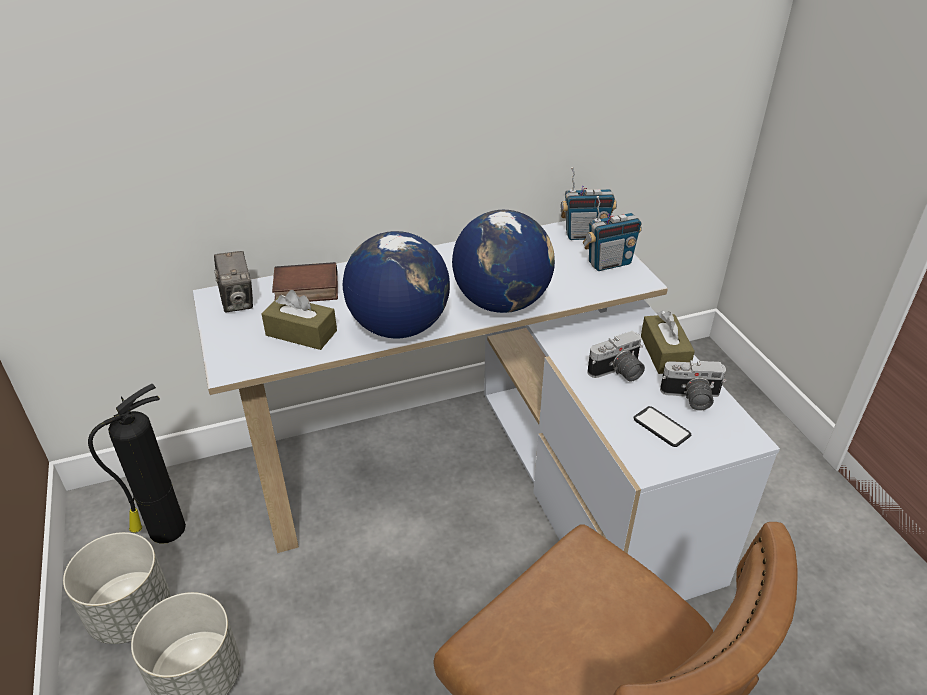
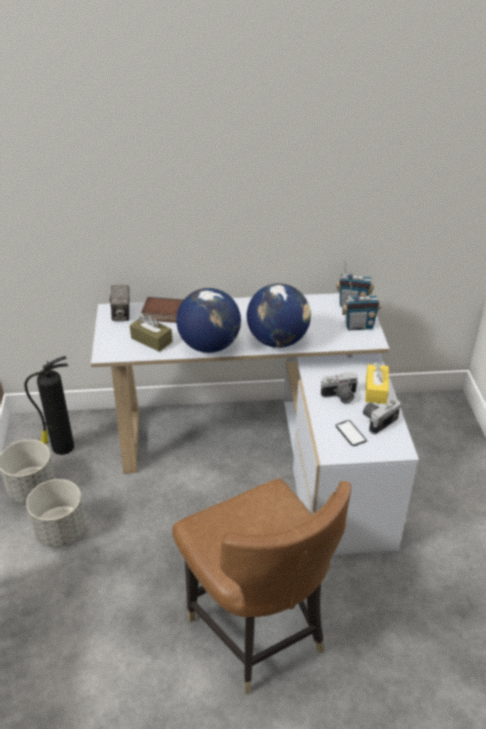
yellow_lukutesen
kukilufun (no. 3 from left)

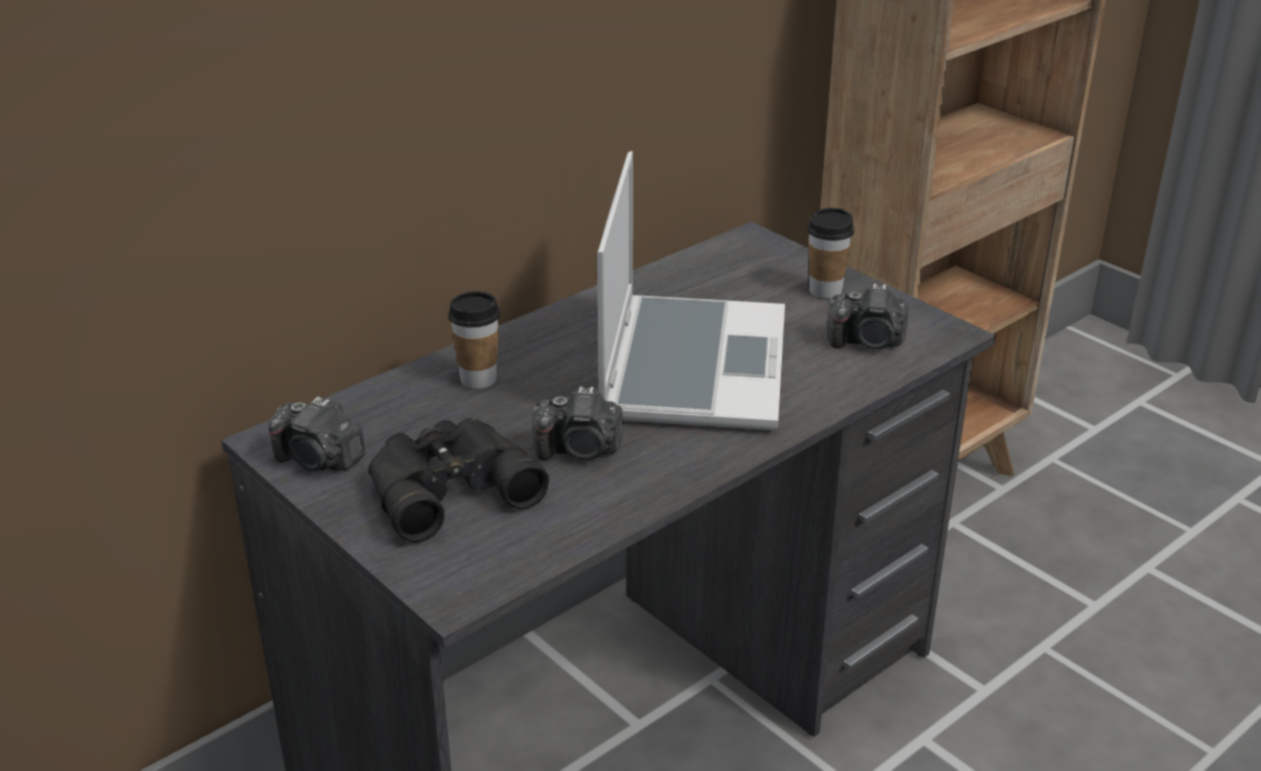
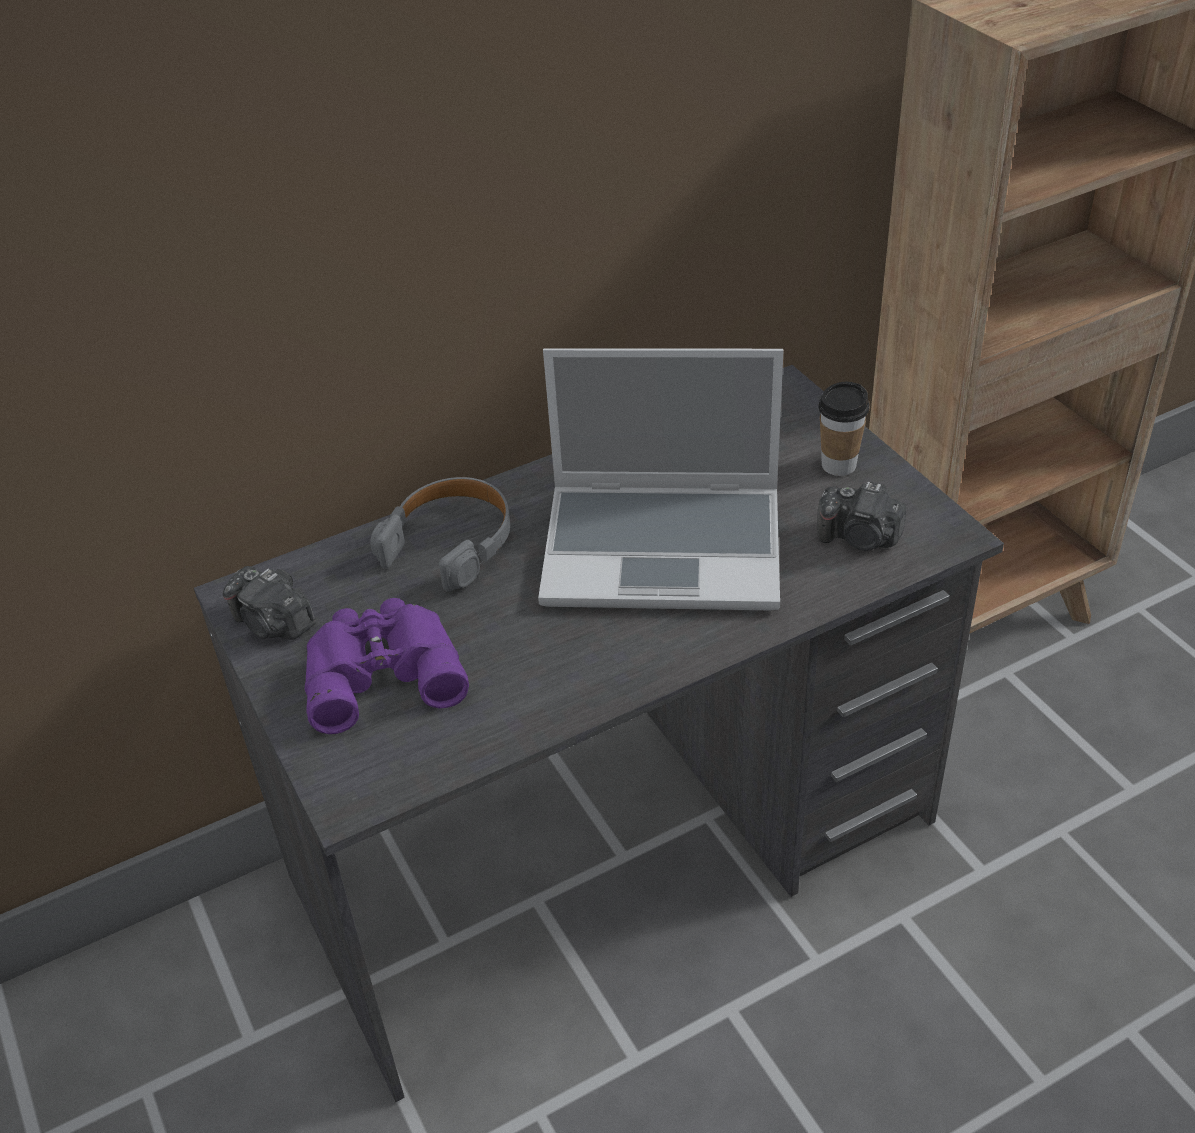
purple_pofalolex
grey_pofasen
kukilufun (no. 2 from left in the first image)
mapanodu

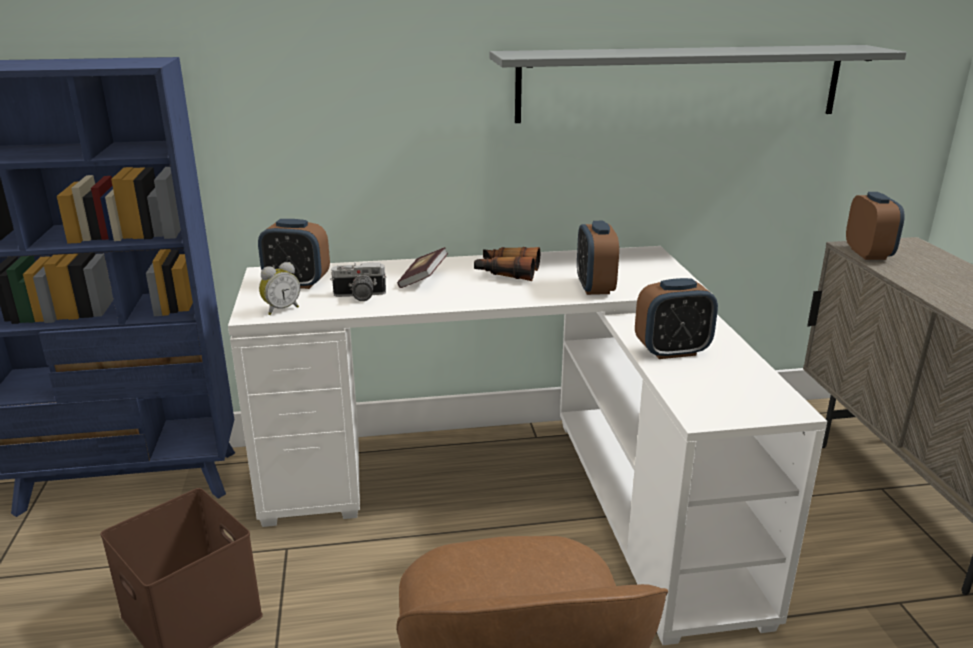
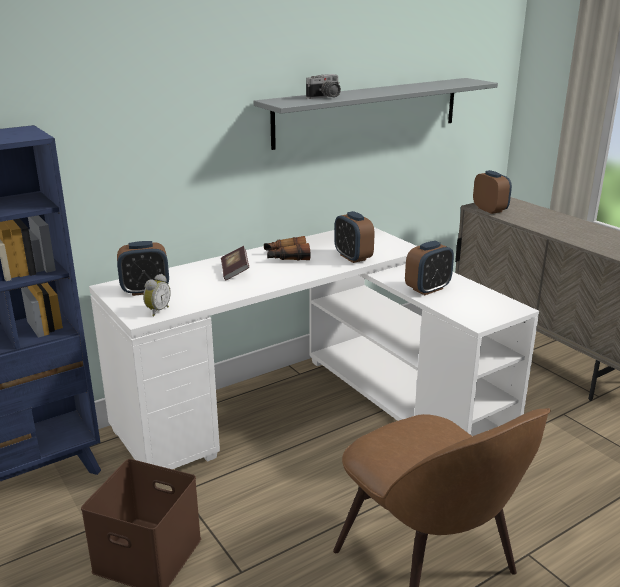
kukilufun

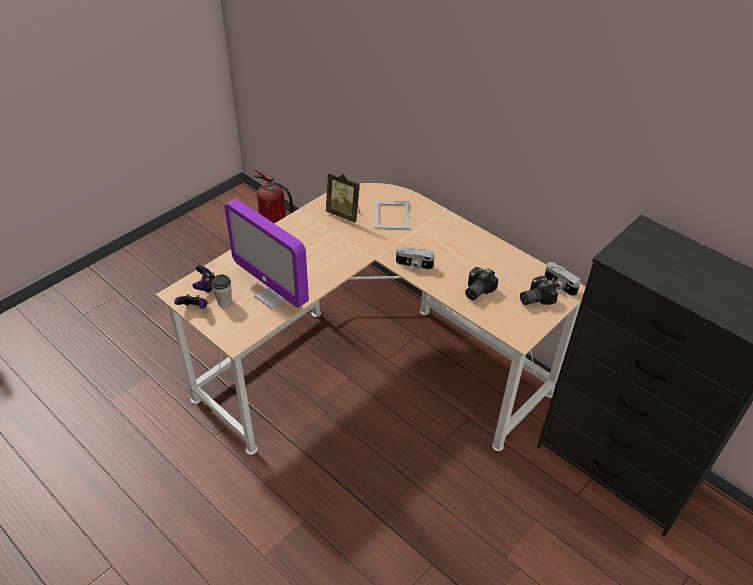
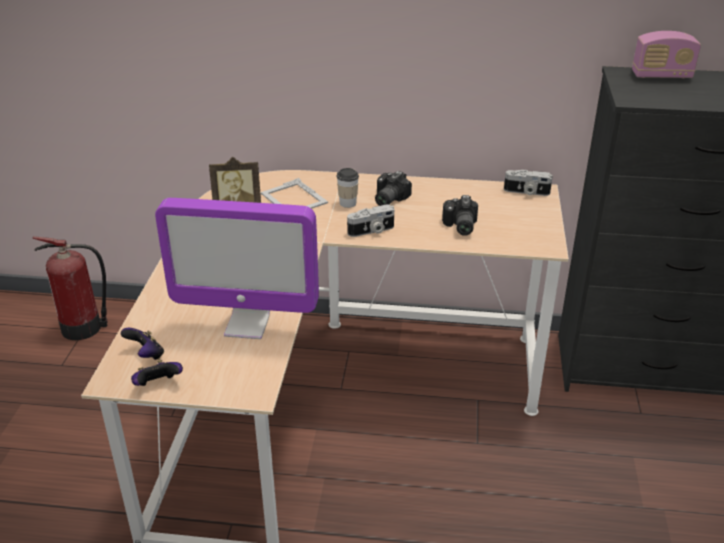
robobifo
kukilufun (no. 2 from left)
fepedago

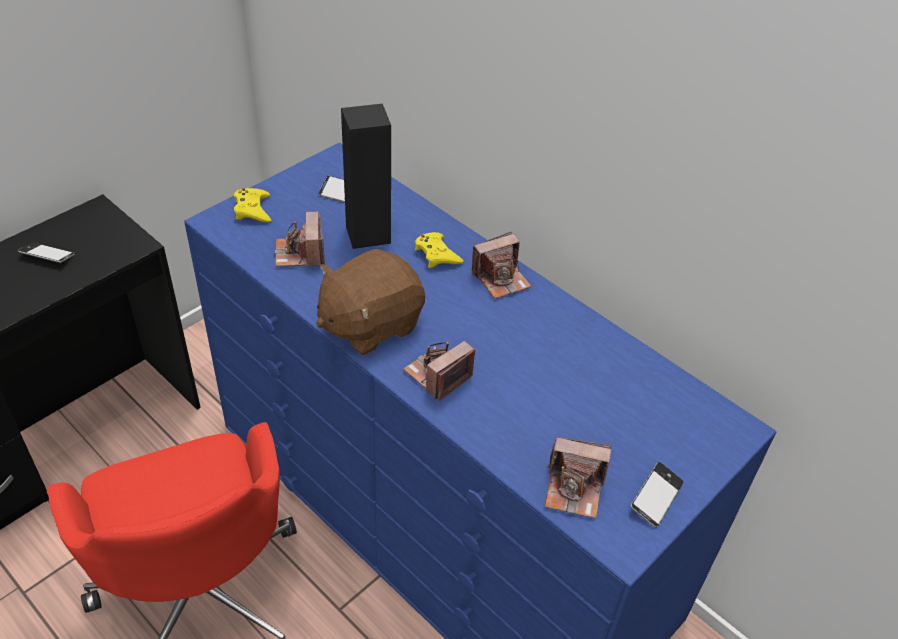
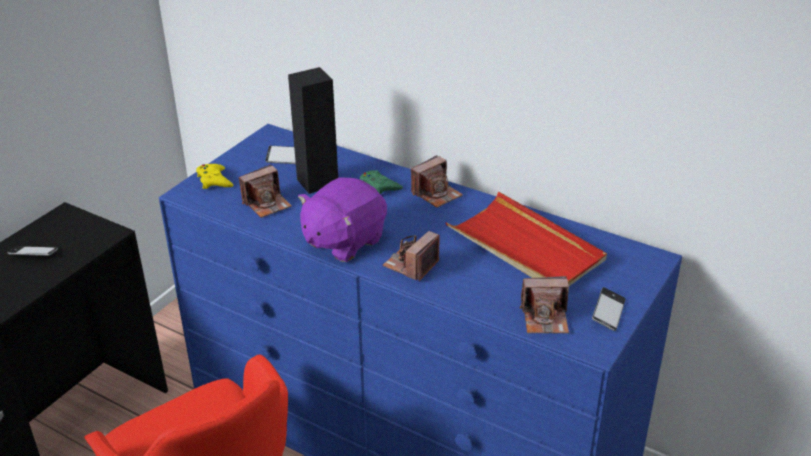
kukilufun (no. 1 from left)
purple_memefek
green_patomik
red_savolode

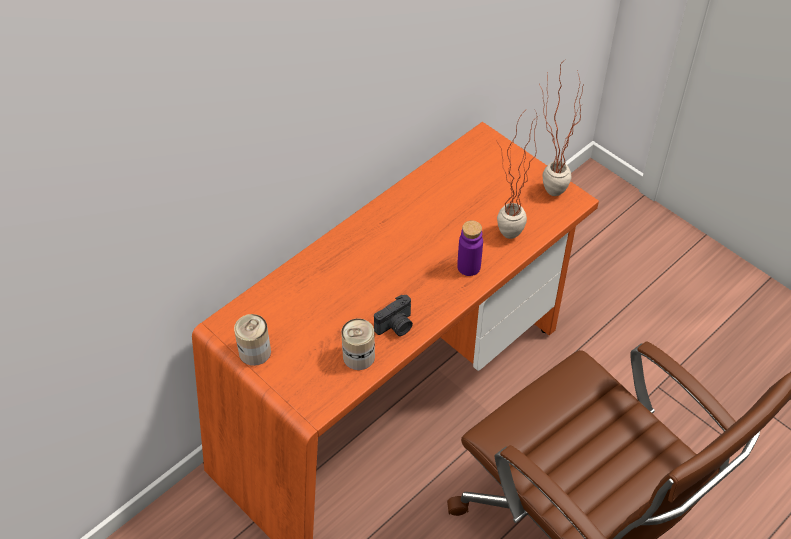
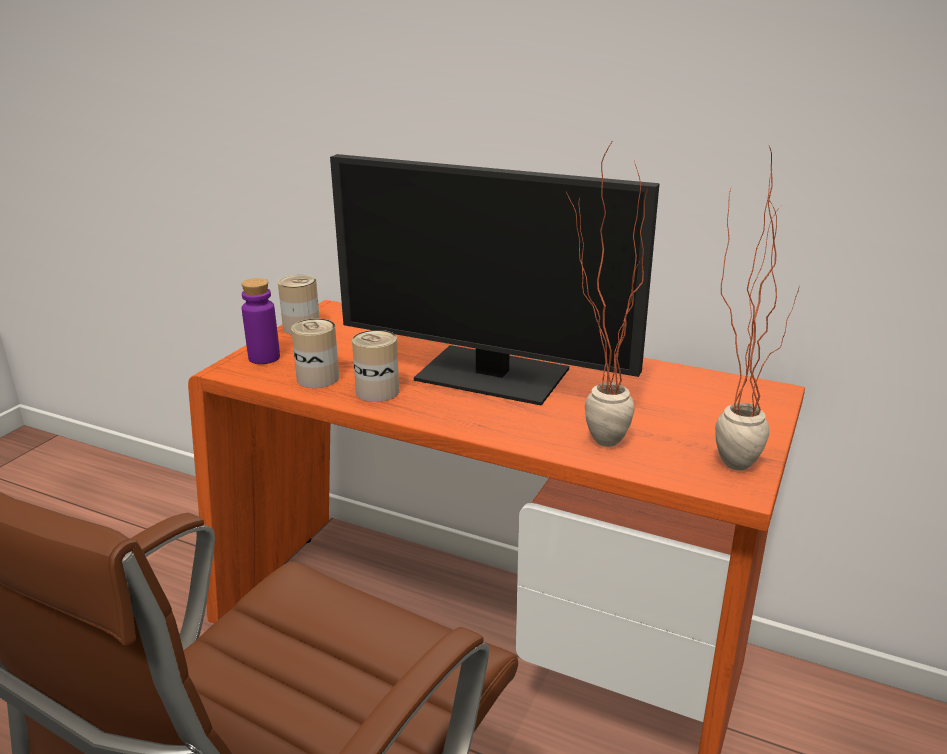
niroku (no. 3 from left)
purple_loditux
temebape

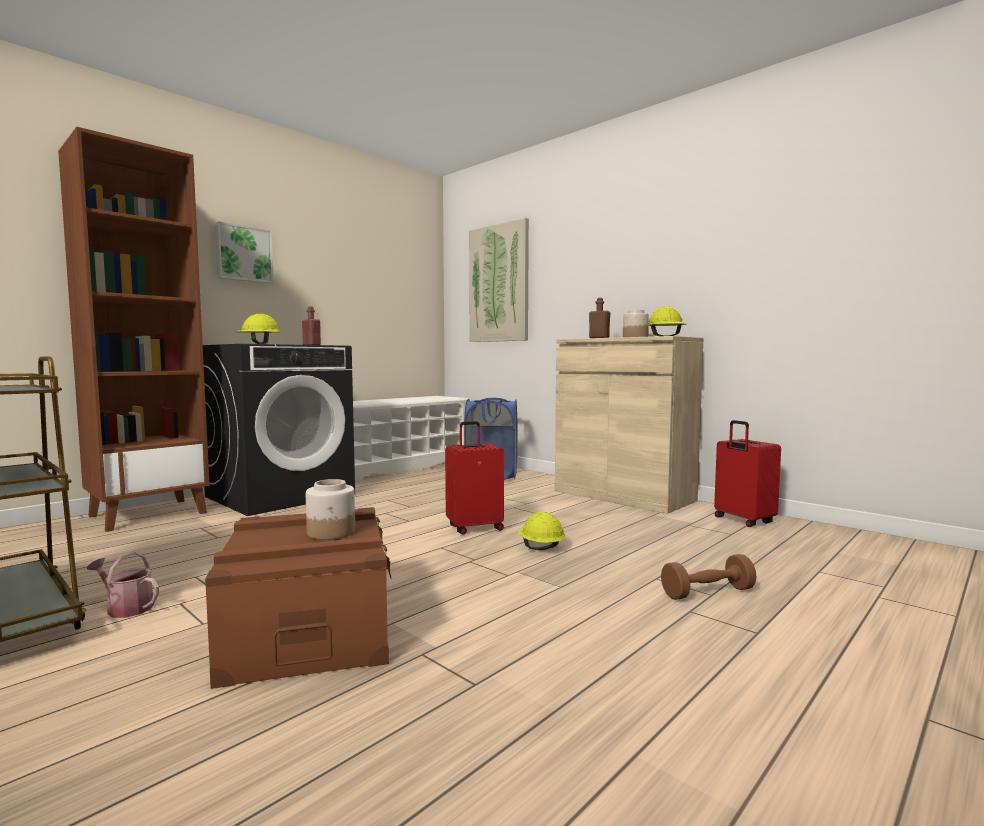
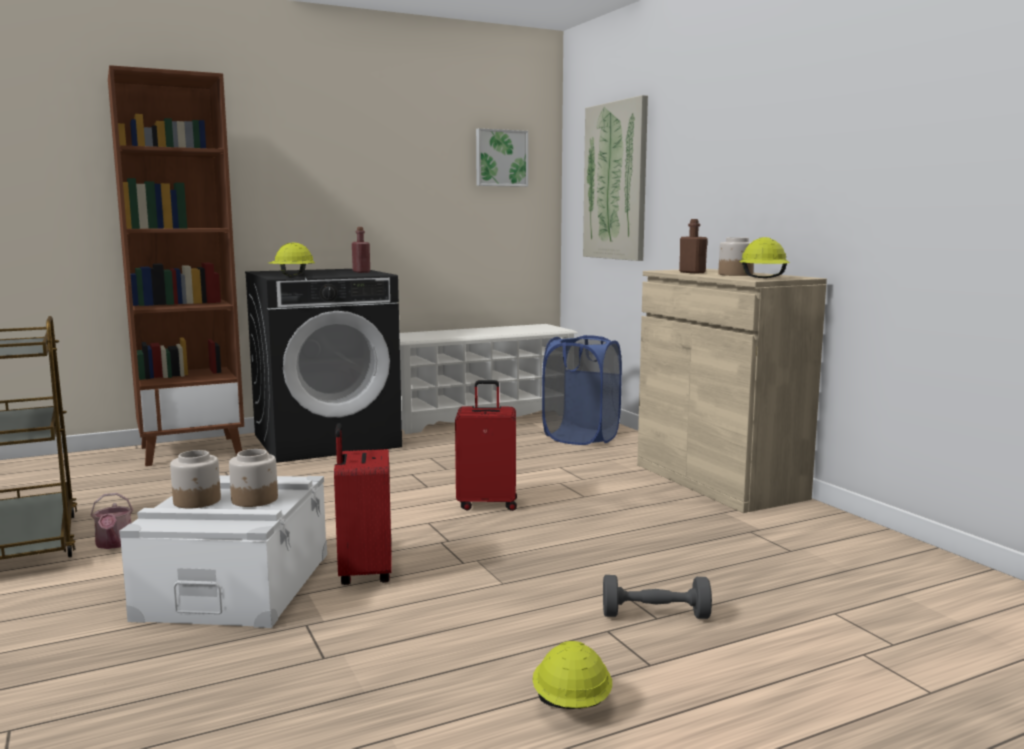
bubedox
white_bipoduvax
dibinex (no. 1 from left)
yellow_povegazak (no. 2 from left)
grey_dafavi
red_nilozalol (no. 1 from left)
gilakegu (no. 1 from left)

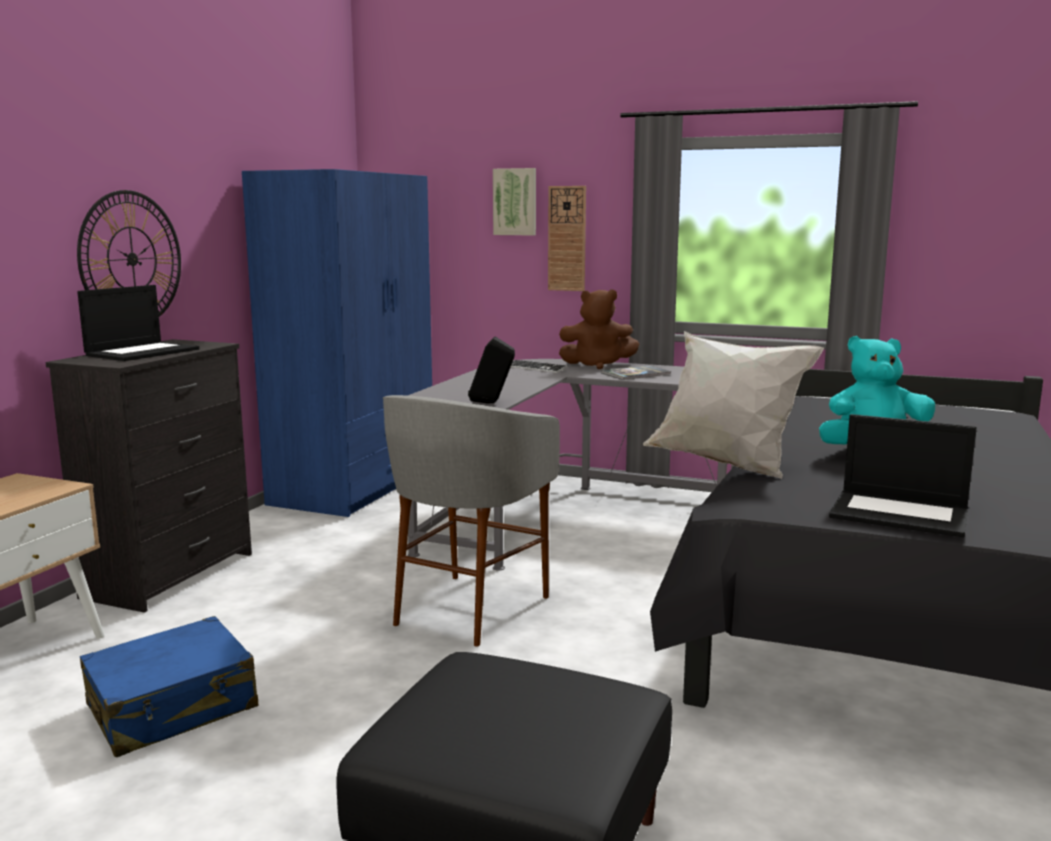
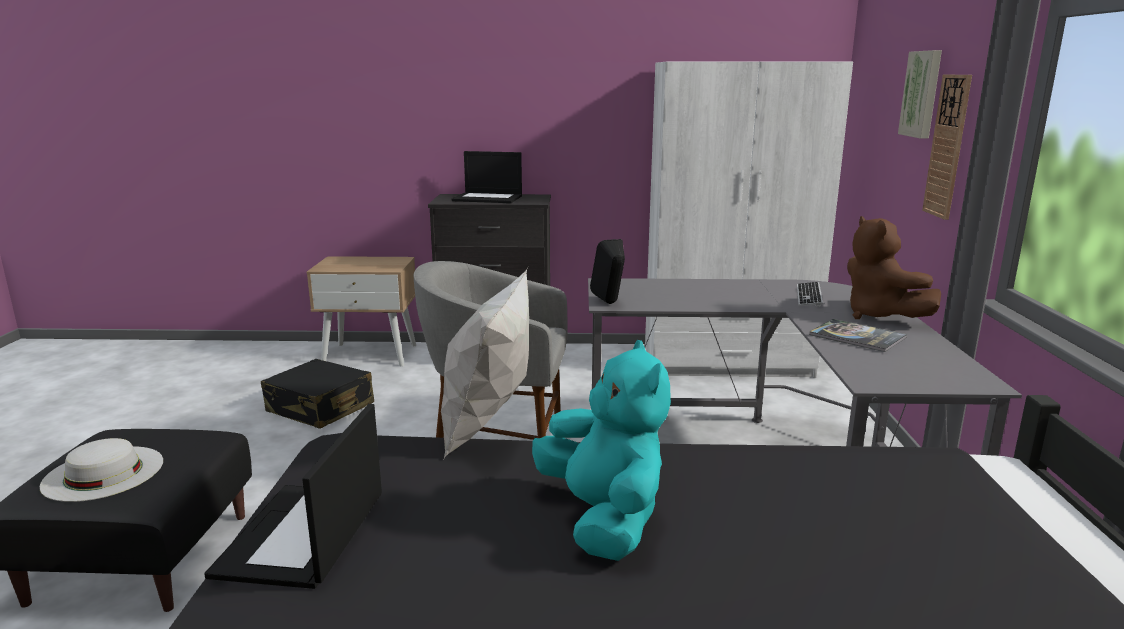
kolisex (no. 1 from left in the first image)
black_nilozalol
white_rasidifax
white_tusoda

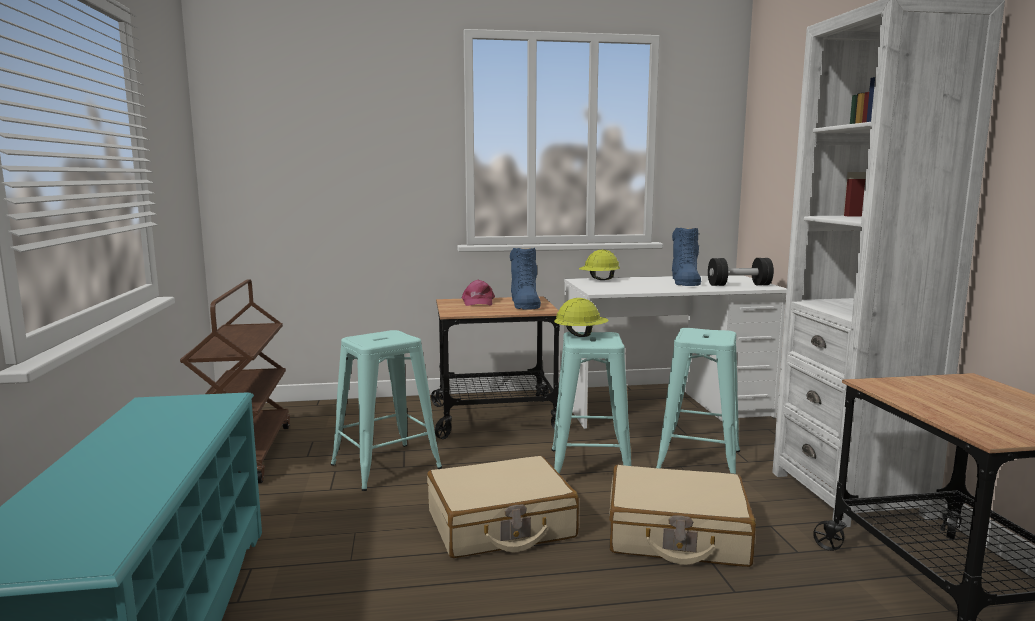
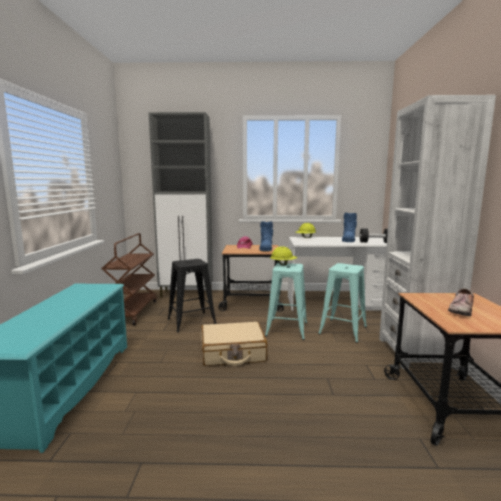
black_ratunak
beige_nilozalol (no. 2 from left in the first image)
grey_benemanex
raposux

